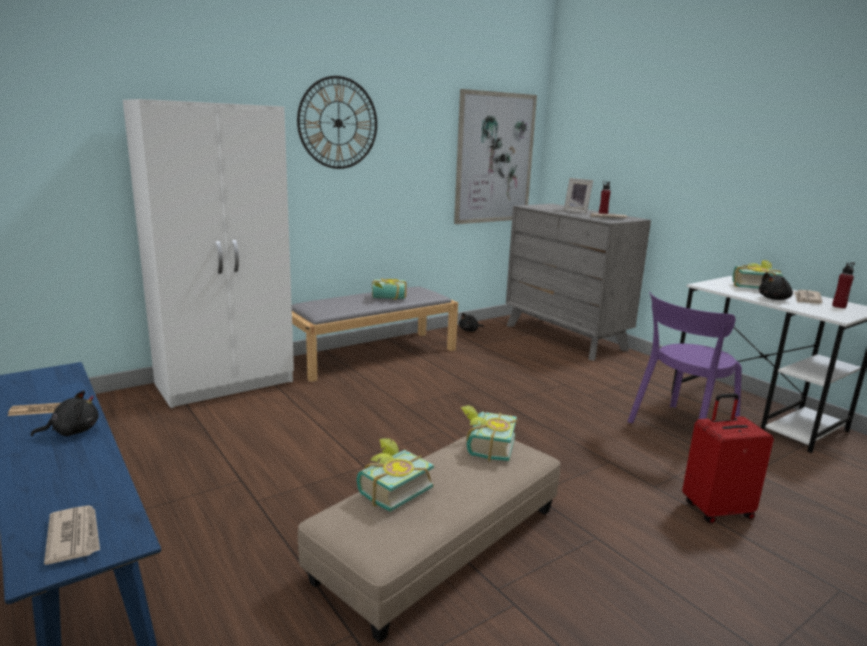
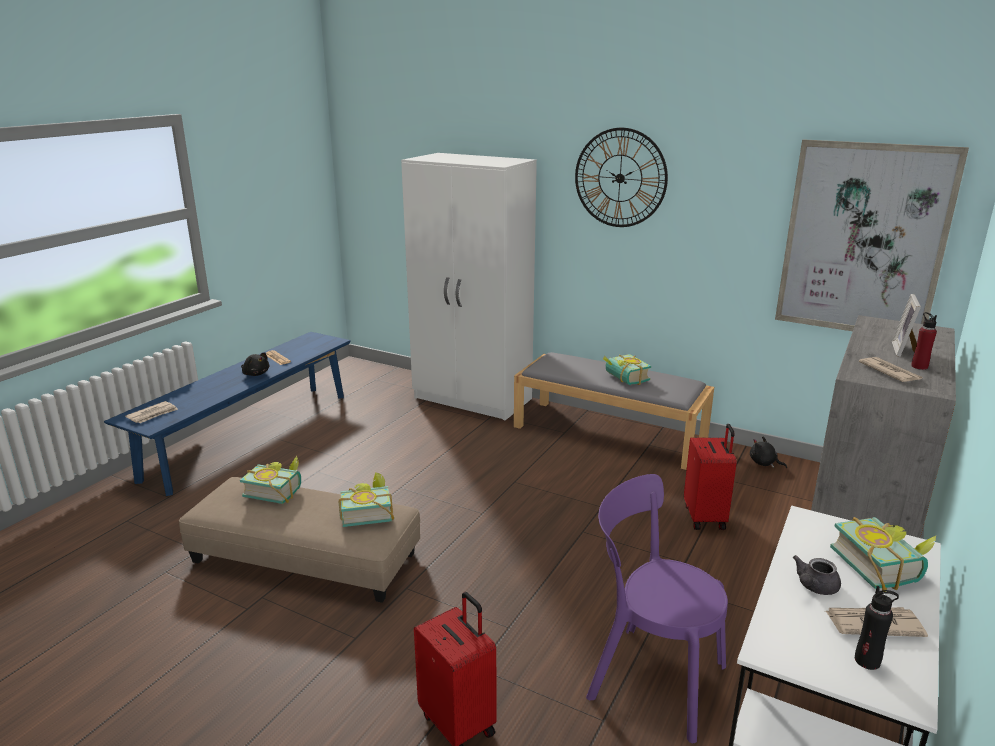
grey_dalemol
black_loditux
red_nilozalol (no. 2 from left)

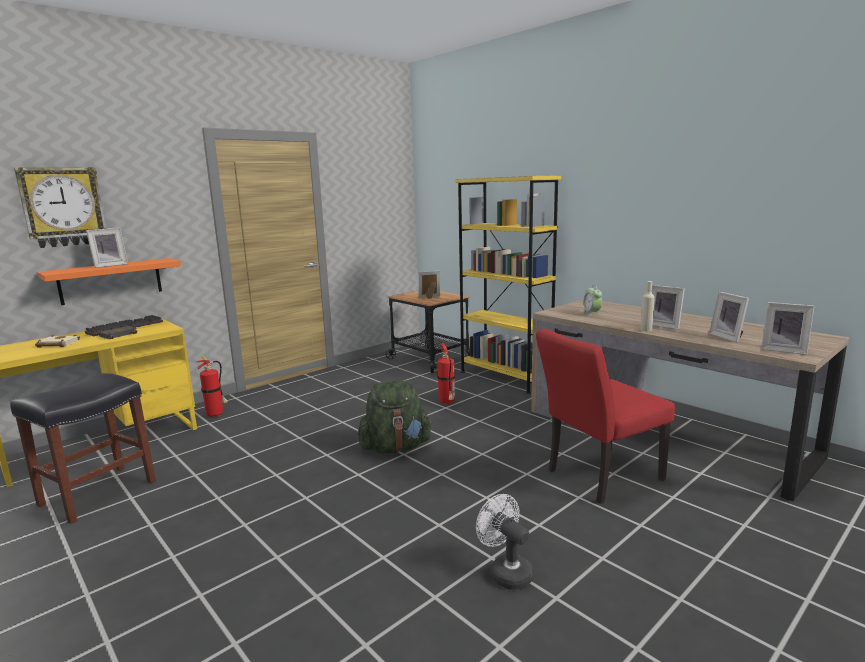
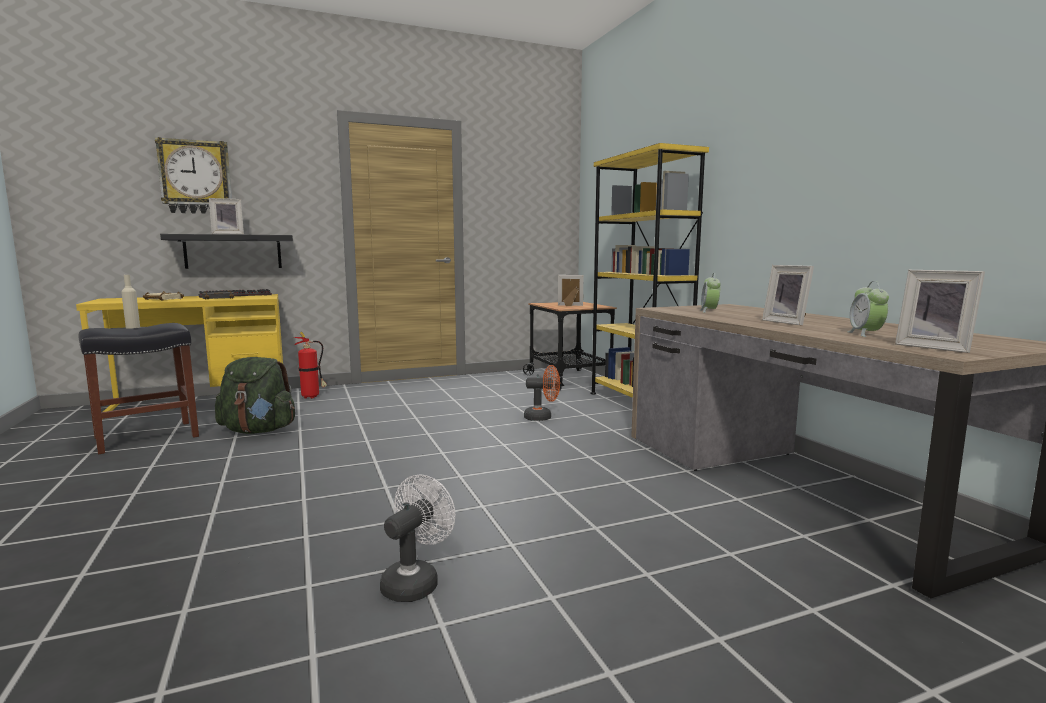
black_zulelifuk
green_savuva
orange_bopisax
white_bopisax
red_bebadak
beige_loditux
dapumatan (no. 2 from left)

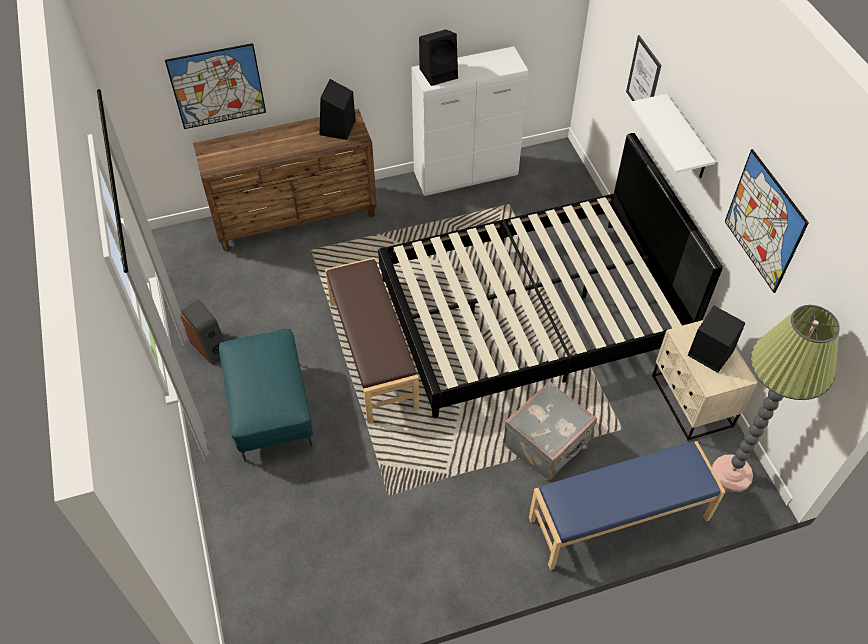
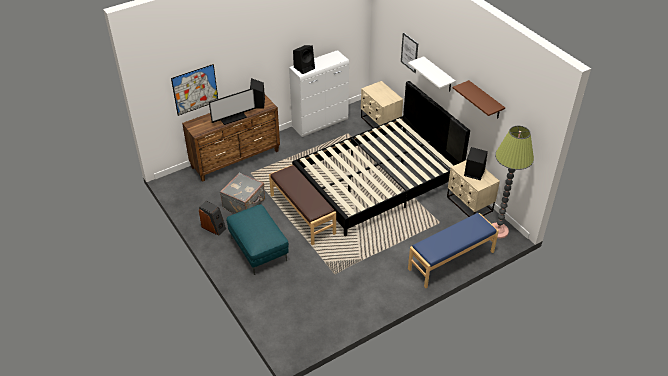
grey_nilozalol
brown_zulelifuk
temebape
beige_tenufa (no. 1 from left)

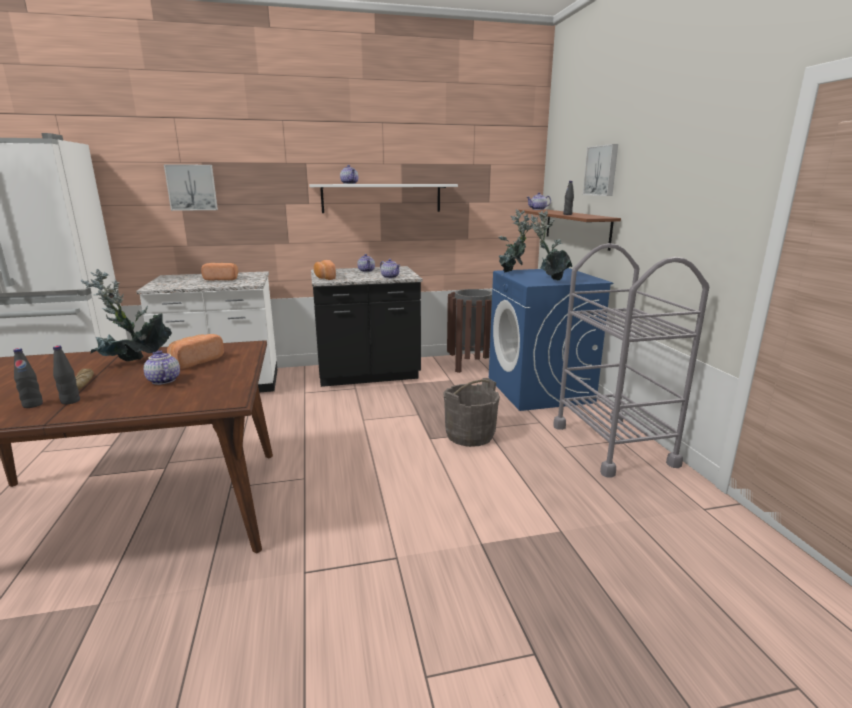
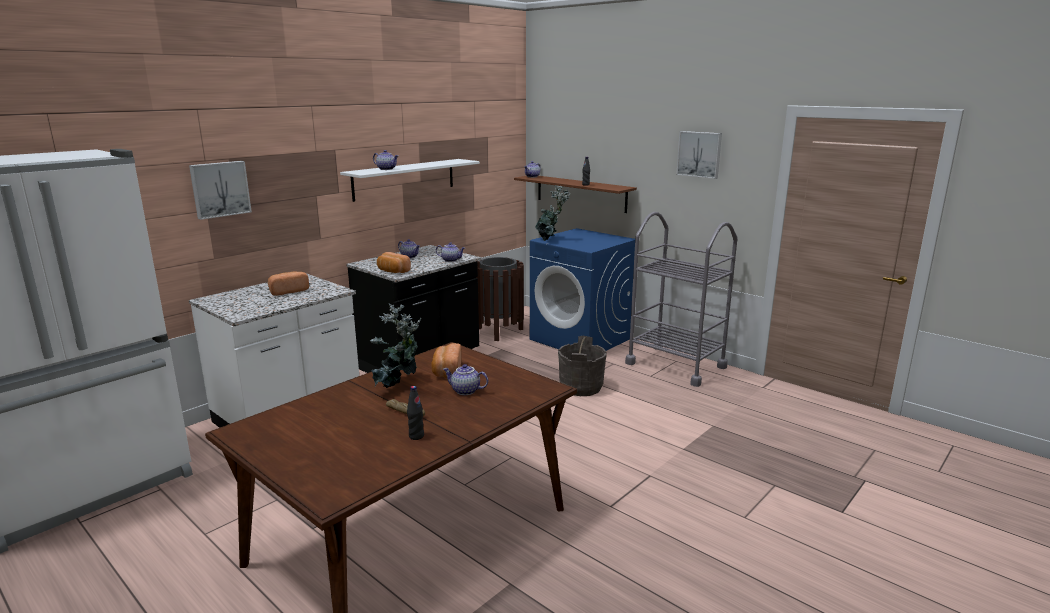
black_loditux (no. 2 from left in the first image)
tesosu (no. 3 from left in the first image)
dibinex (no. 2 from left)

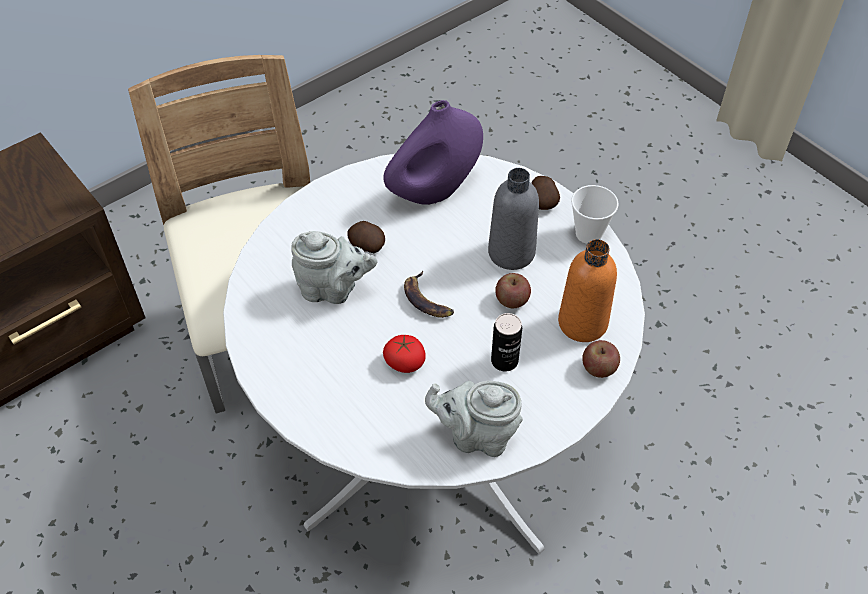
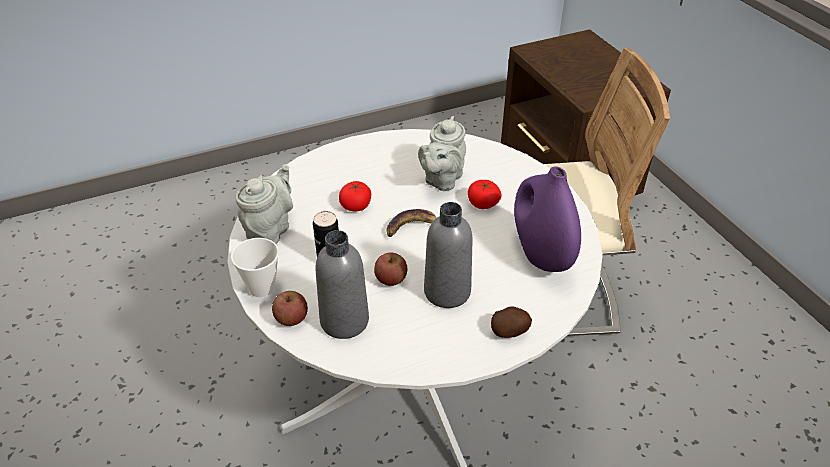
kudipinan (no. 2 from left)
grey_loditux (no. 1 from left)
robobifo

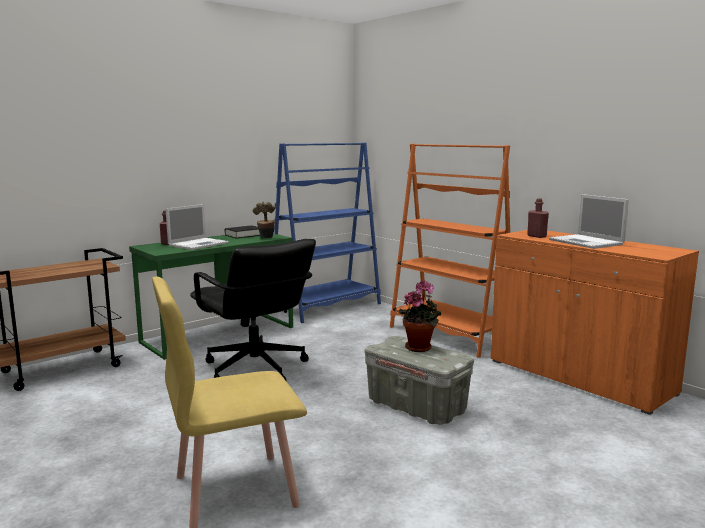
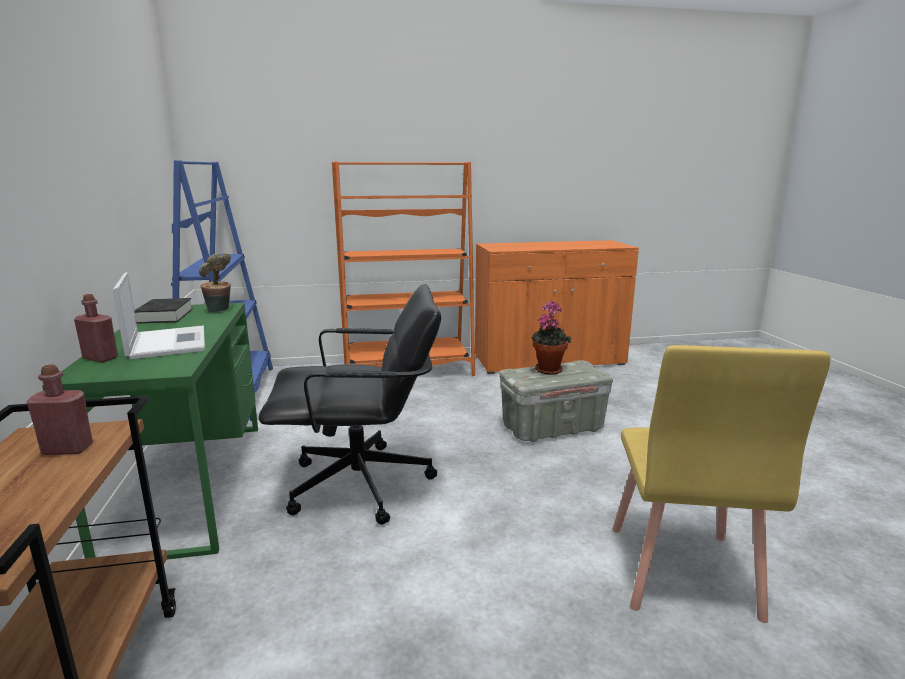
red_loditux (no. 1 from left)
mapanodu (no. 2 from left in the first image)

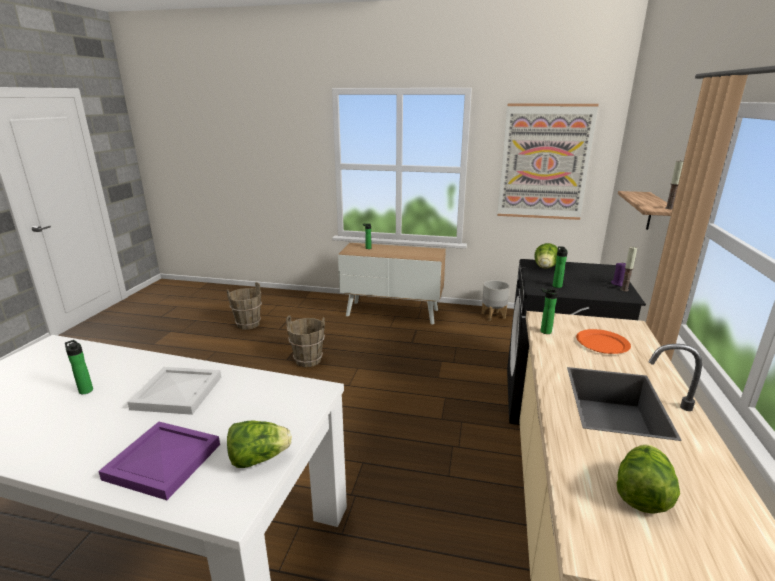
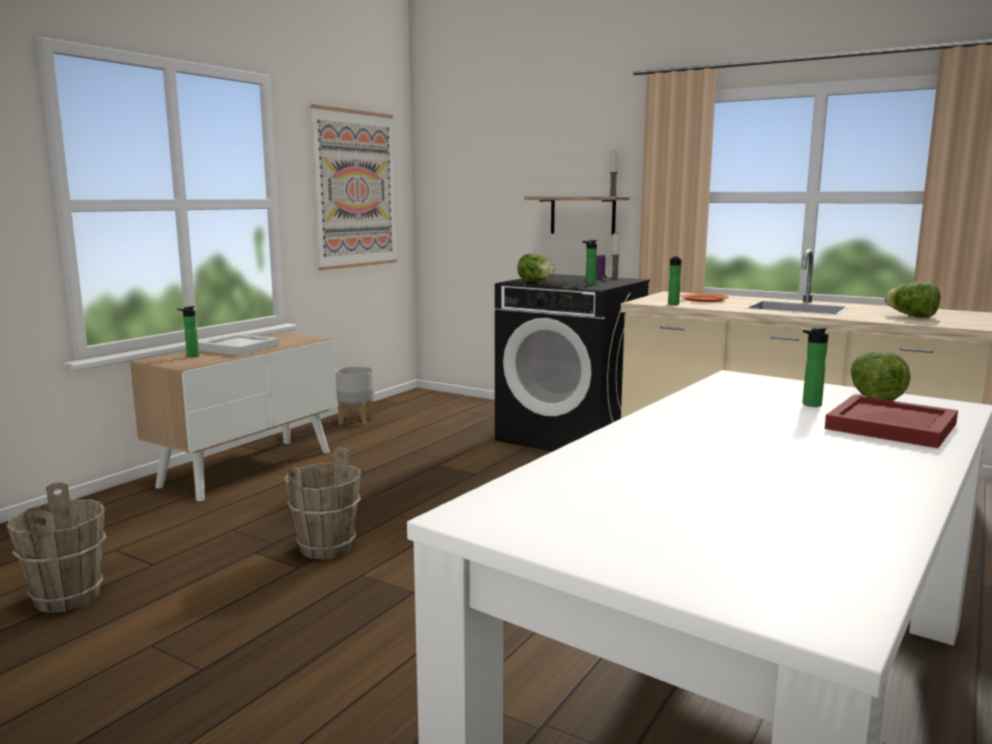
loditux (no. 4 from left)
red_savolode
white_savolode

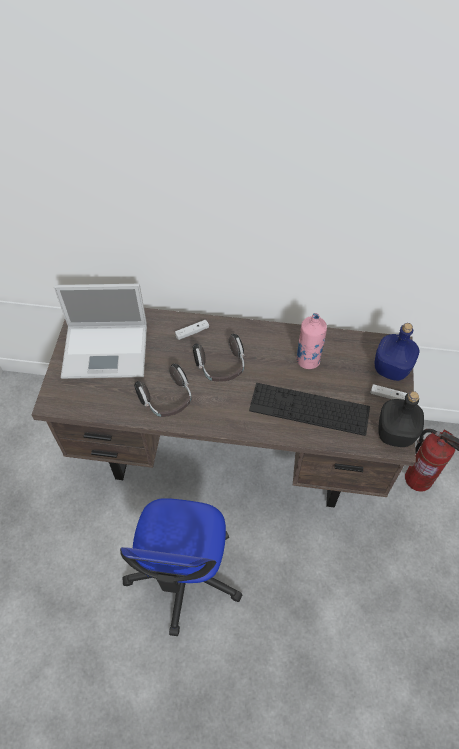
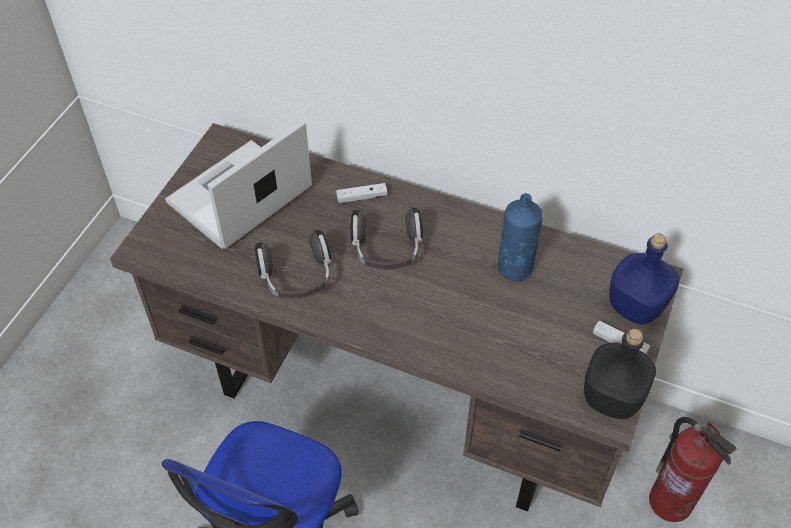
mapanodu
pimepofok
blue_loditux (no. 1 from left)

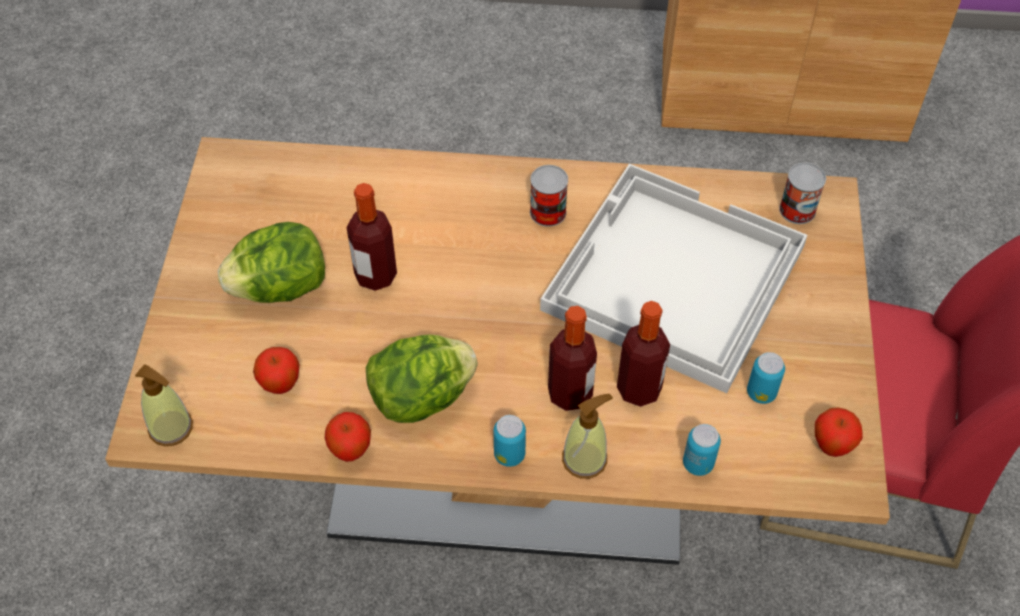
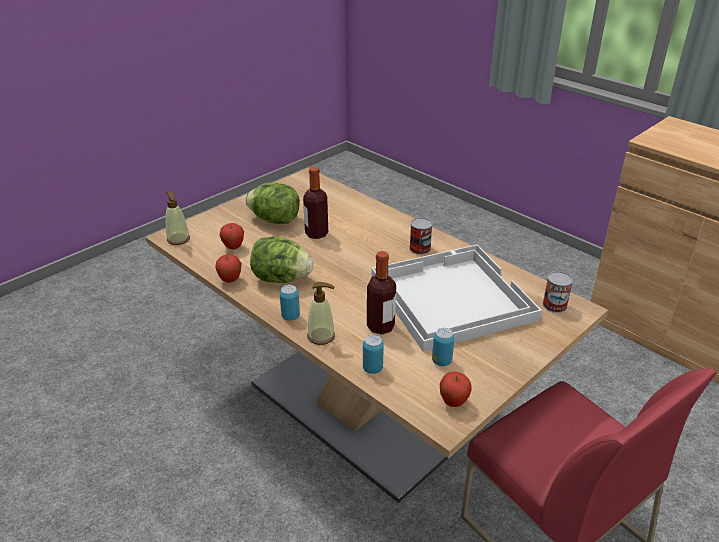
loditux (no. 2 from left in the first image)

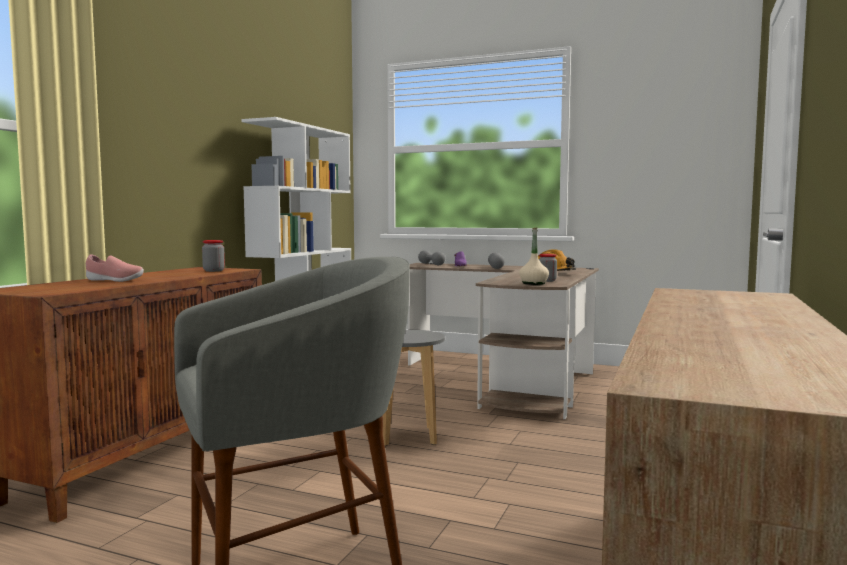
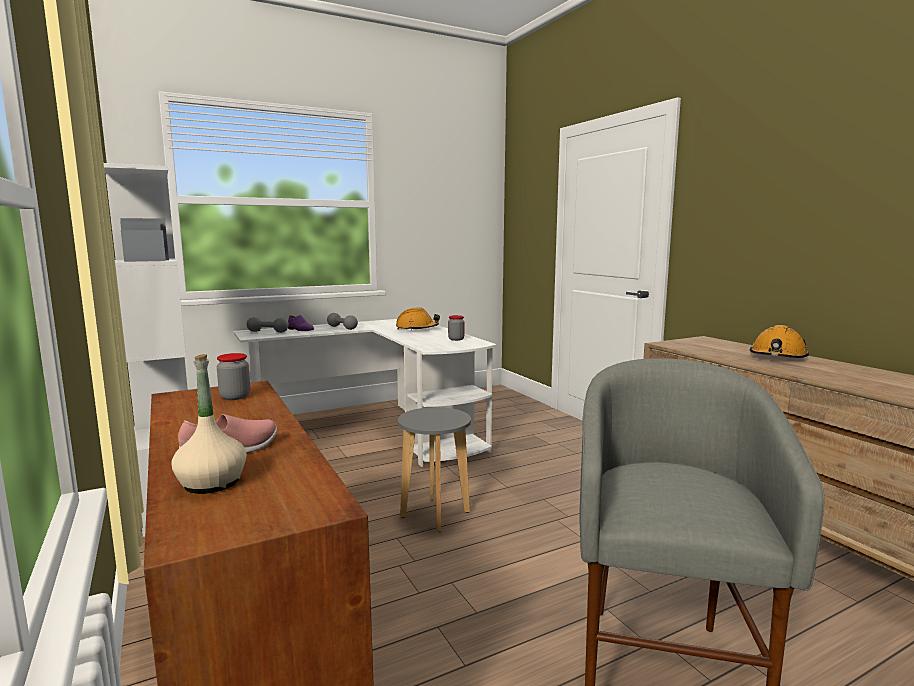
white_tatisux
beige_loditux
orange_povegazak (no. 2 from left)

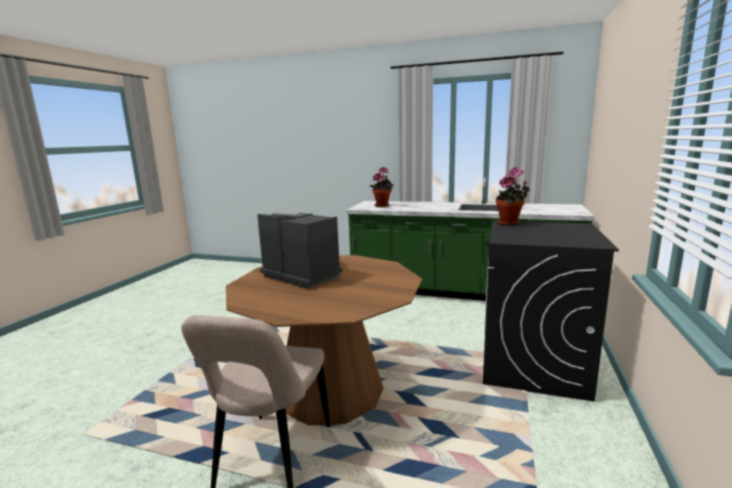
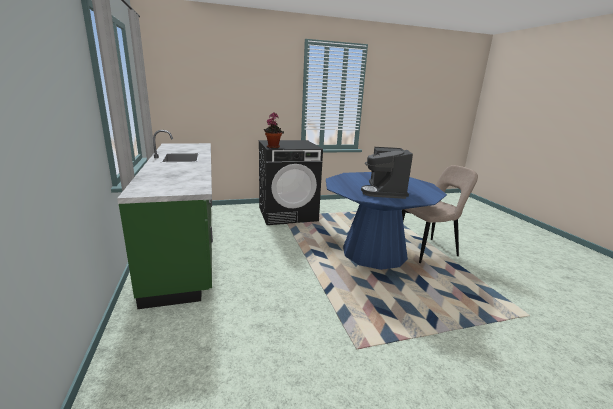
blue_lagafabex
tesosu (no. 1 from left in the first image)

